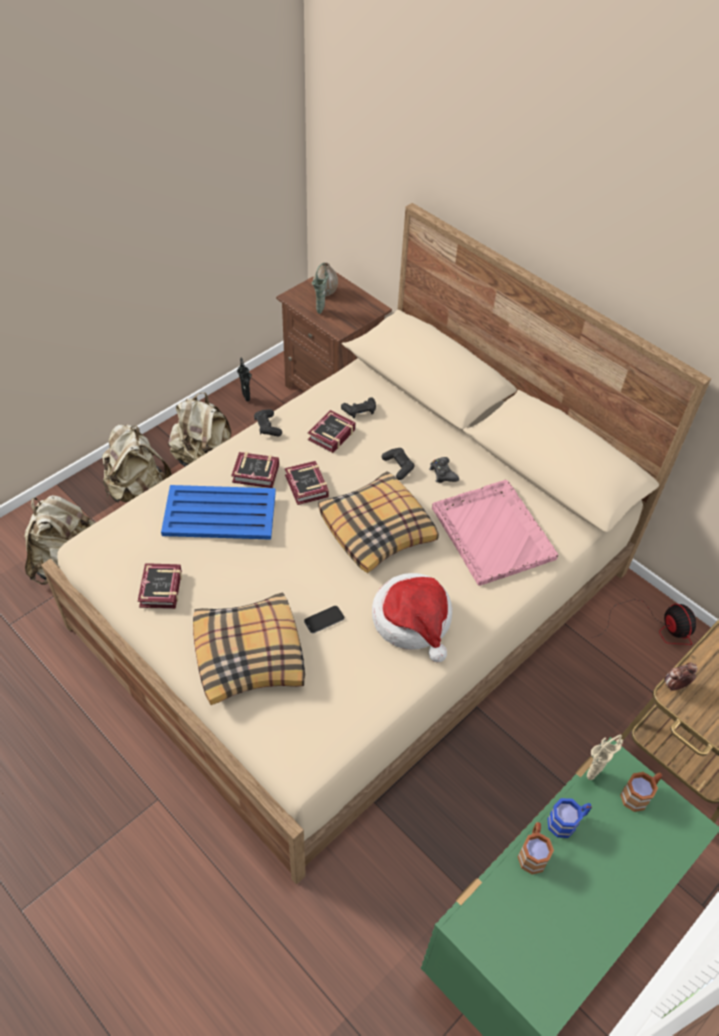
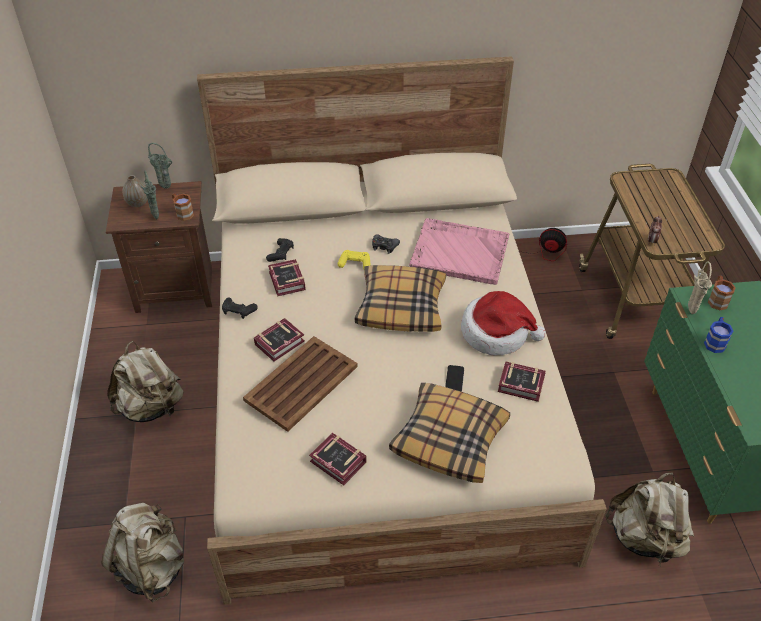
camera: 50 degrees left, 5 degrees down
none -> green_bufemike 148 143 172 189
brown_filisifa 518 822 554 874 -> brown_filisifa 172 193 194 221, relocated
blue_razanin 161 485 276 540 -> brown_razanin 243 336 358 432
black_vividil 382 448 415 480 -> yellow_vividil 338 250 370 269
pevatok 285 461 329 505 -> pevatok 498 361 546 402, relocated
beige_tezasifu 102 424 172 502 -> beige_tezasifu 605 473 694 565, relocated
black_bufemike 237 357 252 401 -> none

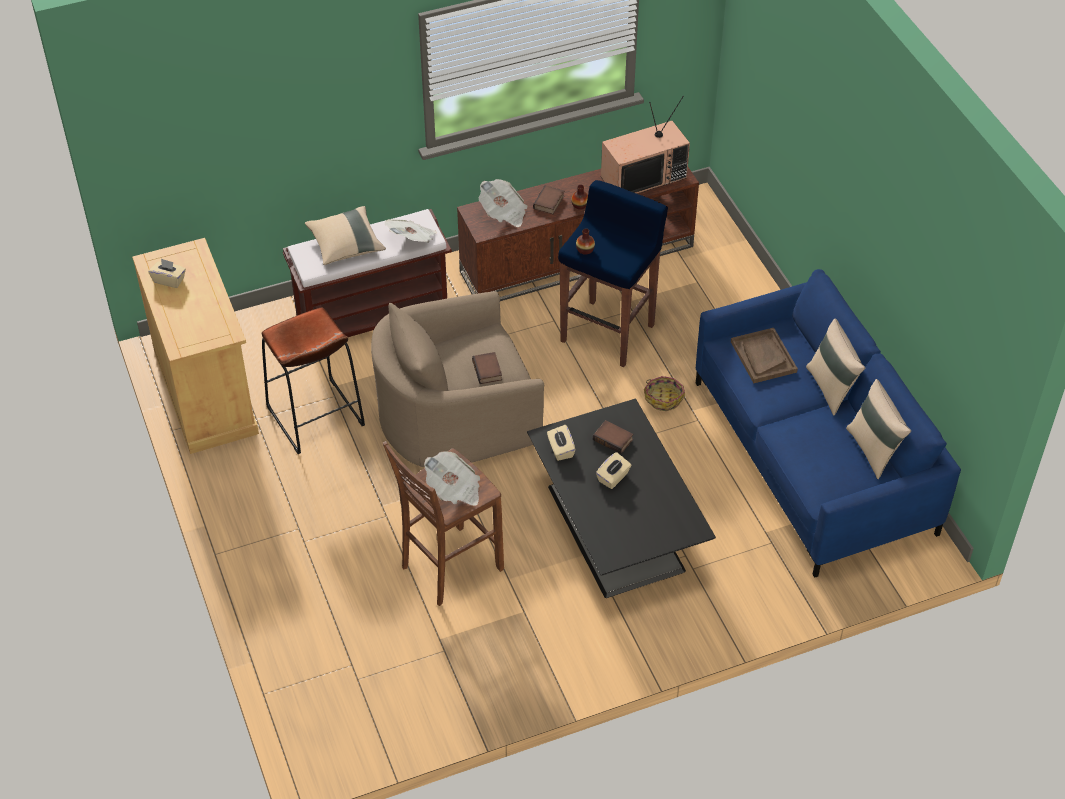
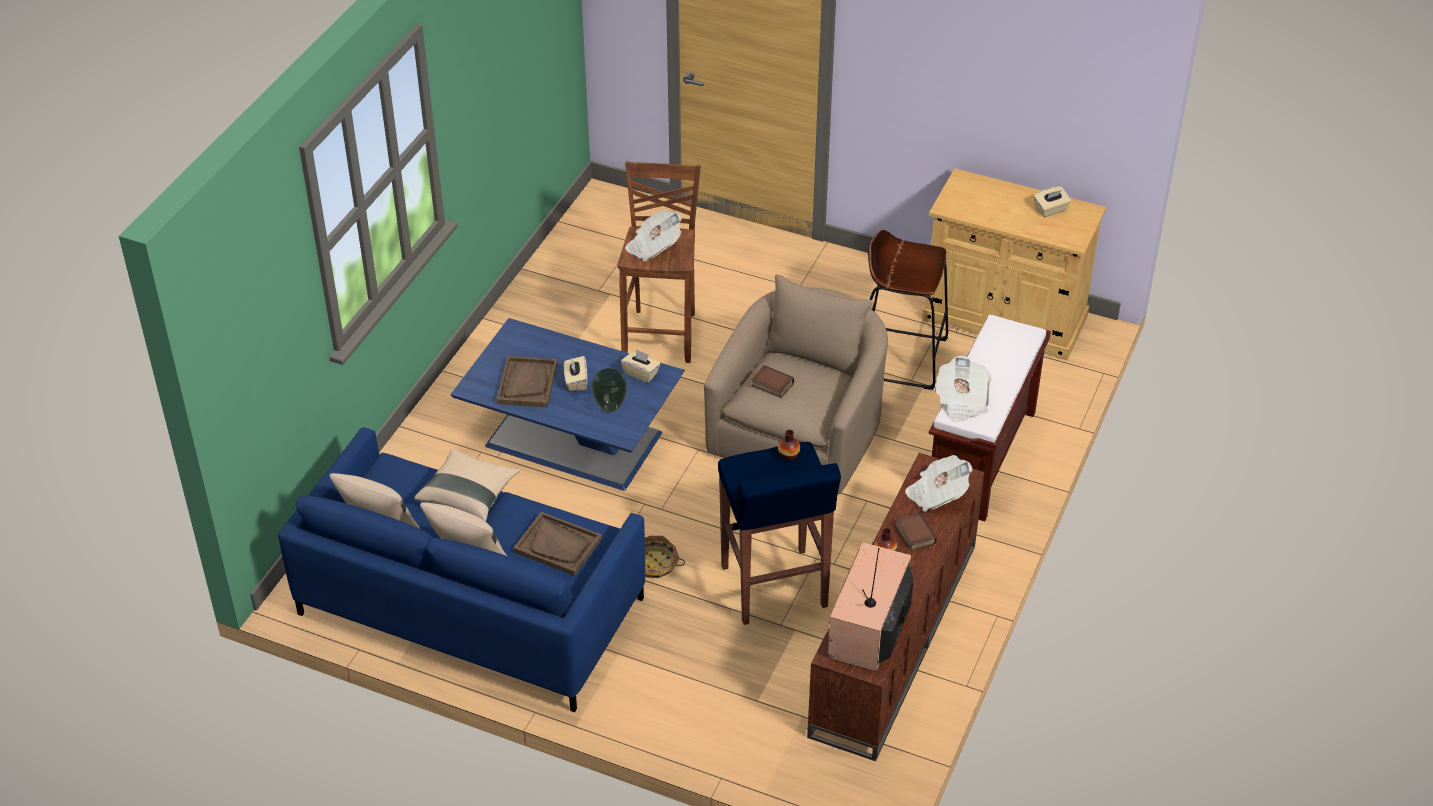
camera: 135 degrees right, 5 degrees down
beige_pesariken 305 206 386 265 -> beige_pesariken 414 448 520 521, relocated
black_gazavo 527 398 716 598 -> blue_gazavo 450 318 685 491
none -> brown_razanin 497 356 558 408
pevatok 593 420 634 454 -> bufemike 591 368 627 413

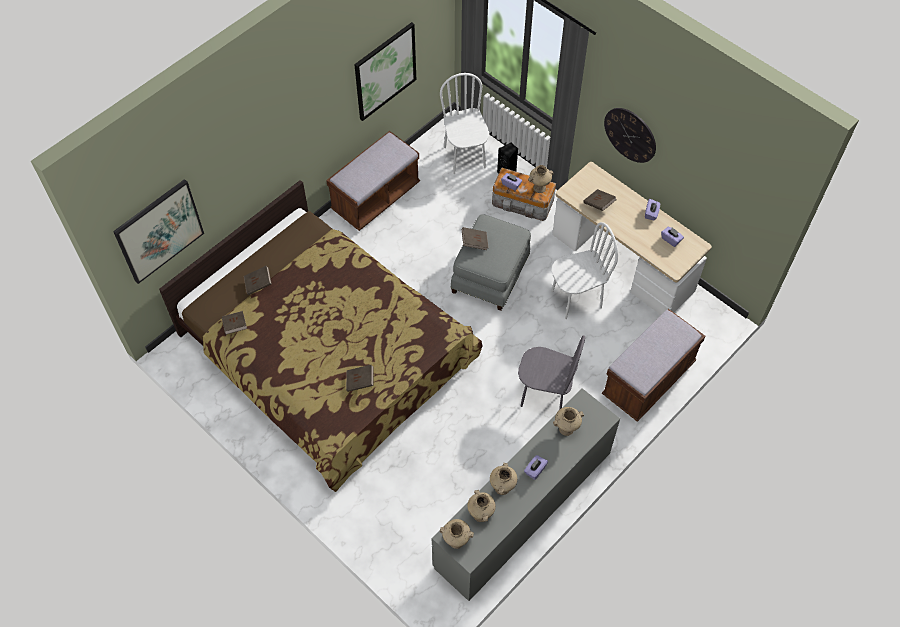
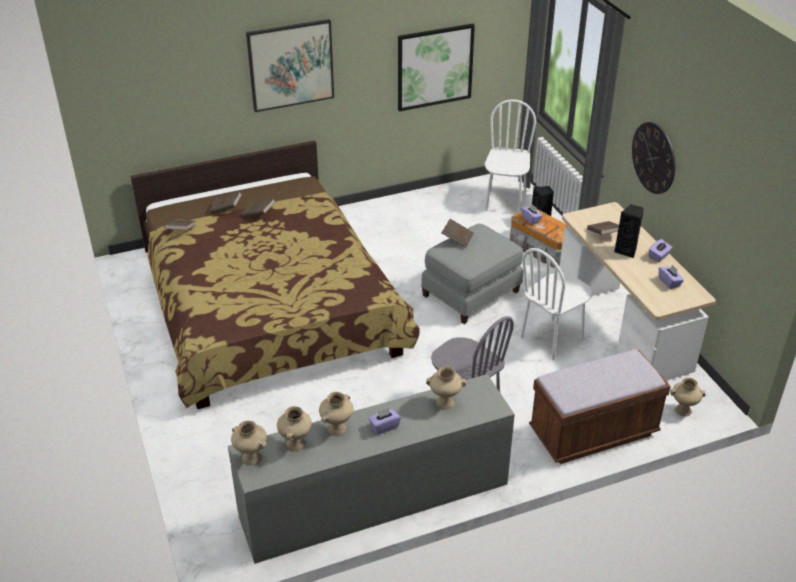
camera: 25 degrees right, 20 degrees down
brown_pevatok 346 364 373 392 -> brown_pevatok 242 198 275 217, relocated
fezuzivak 113 179 204 284 -> fezuzivak 246 19 334 112, relocated
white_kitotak 551 222 618 319 -> white_kitotak 521 248 592 360, 135 degrees clockwise
none -> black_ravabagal 614 204 644 258
beige_bufemike 528 165 554 193 -> beige_bufemike 670 378 706 416, relocated
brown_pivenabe 326 131 420 231 -> none

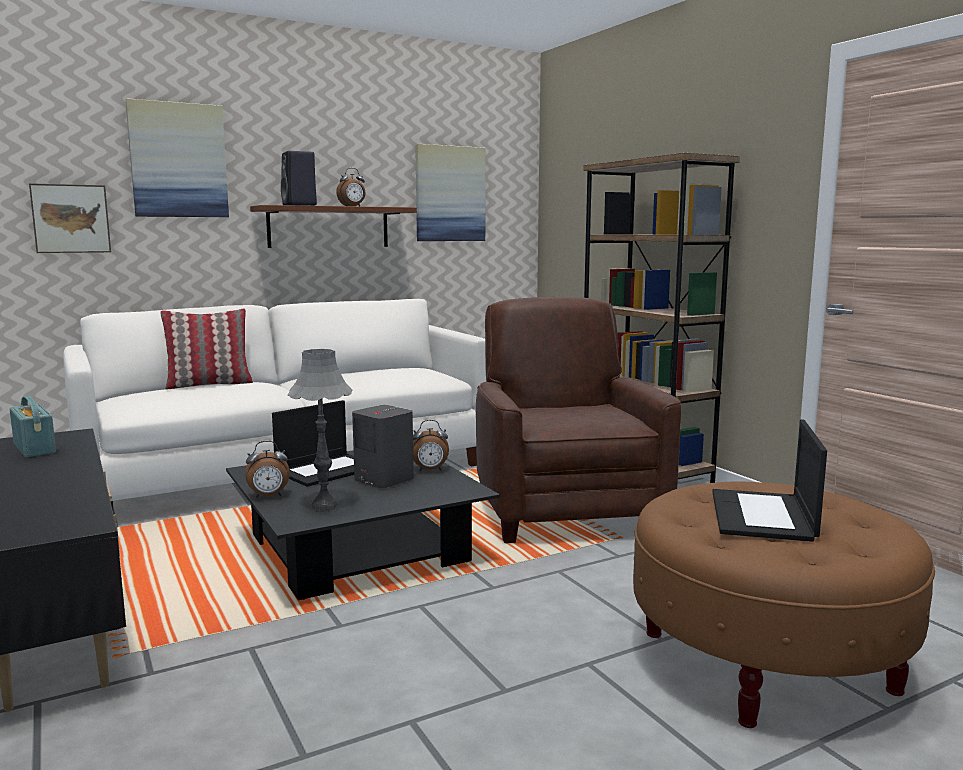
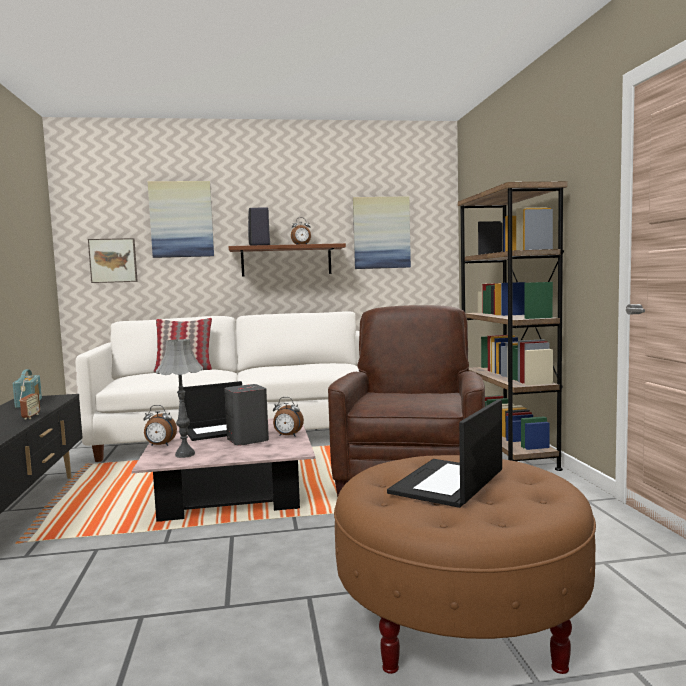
camera: 20 degrees right, 5 degrees down
none -> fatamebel 19 380 40 420
black_gazavo 226 450 500 600 -> pink_gazavo 132 418 315 522

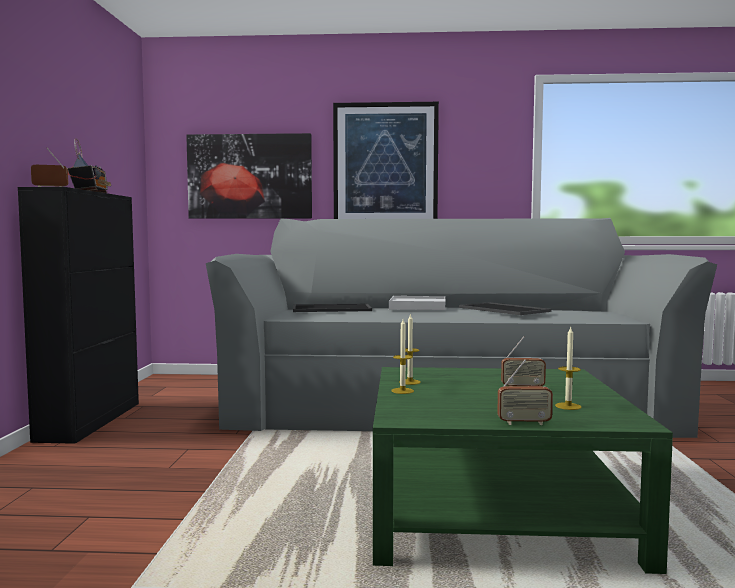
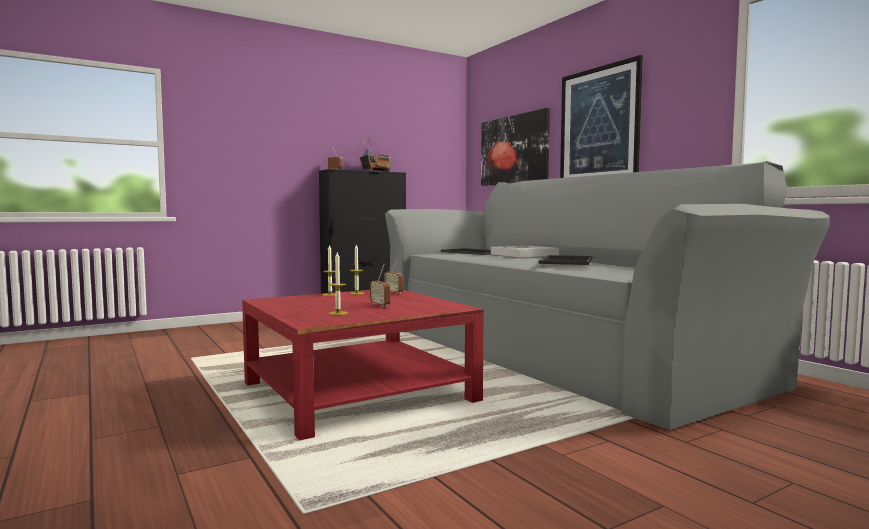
camera: 55 degrees right, 0 degrees up
green_gazavo 373 367 673 574 -> red_gazavo 242 290 484 440
fatamebel 497 359 553 425 -> fatamebel 384 258 404 294, relocated

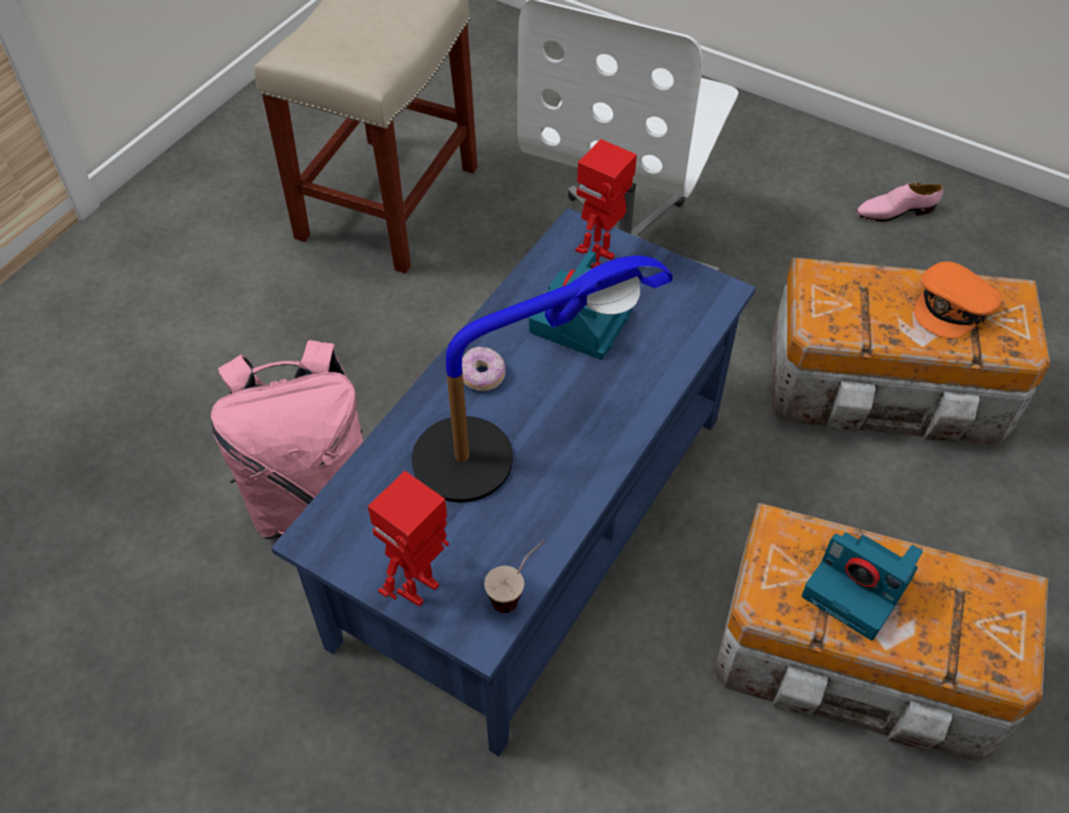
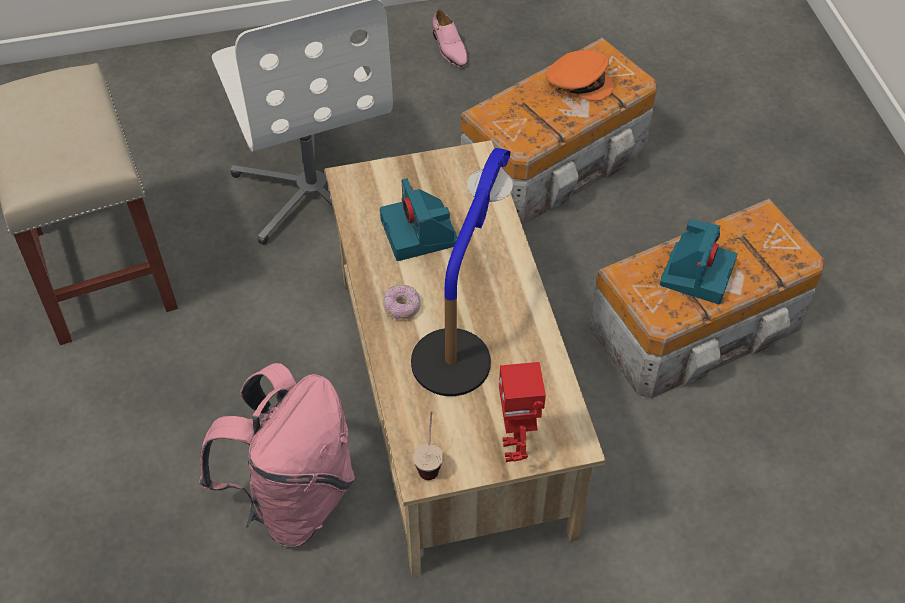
camera: 45 degrees left, 0 degrees up
blue_gazavo 271 208 756 756 -> beige_gazavo 325 140 605 577
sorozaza 484 539 545 613 -> sorozaza 413 411 443 480, relocated
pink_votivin 856 182 943 222 -> pink_votivin 433 9 468 67, 60 degrees counterclockwise
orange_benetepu 914 261 1001 338 -> orange_benetepu 546 50 614 101, 60 degrees counterclockwise
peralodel 802 533 923 641 -> peralodel 660 219 737 304, 60 degrees counterclockwise
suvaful 575 139 637 266 -> none

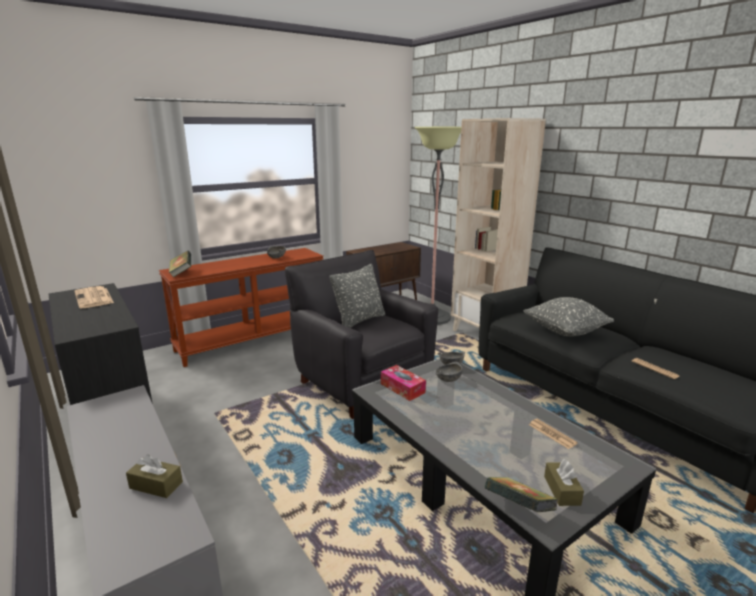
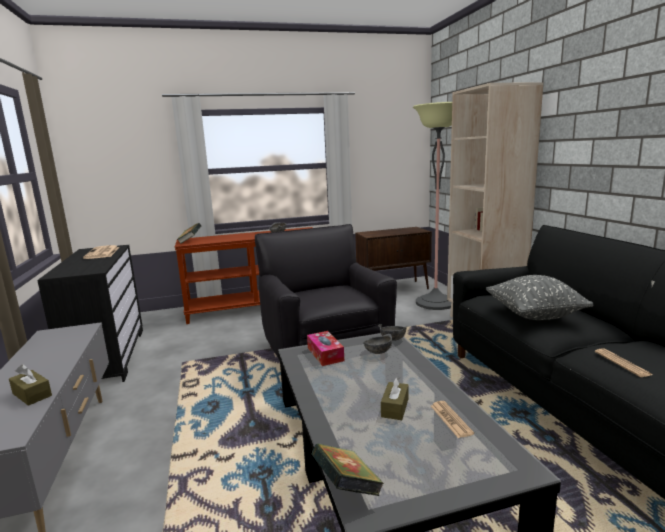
camera: 20 degrees right, 5 degrees down
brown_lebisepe 544 459 584 506 -> brown_lebisepe 381 377 409 420, relocated
grey_pesariken 329 264 385 328 -> none

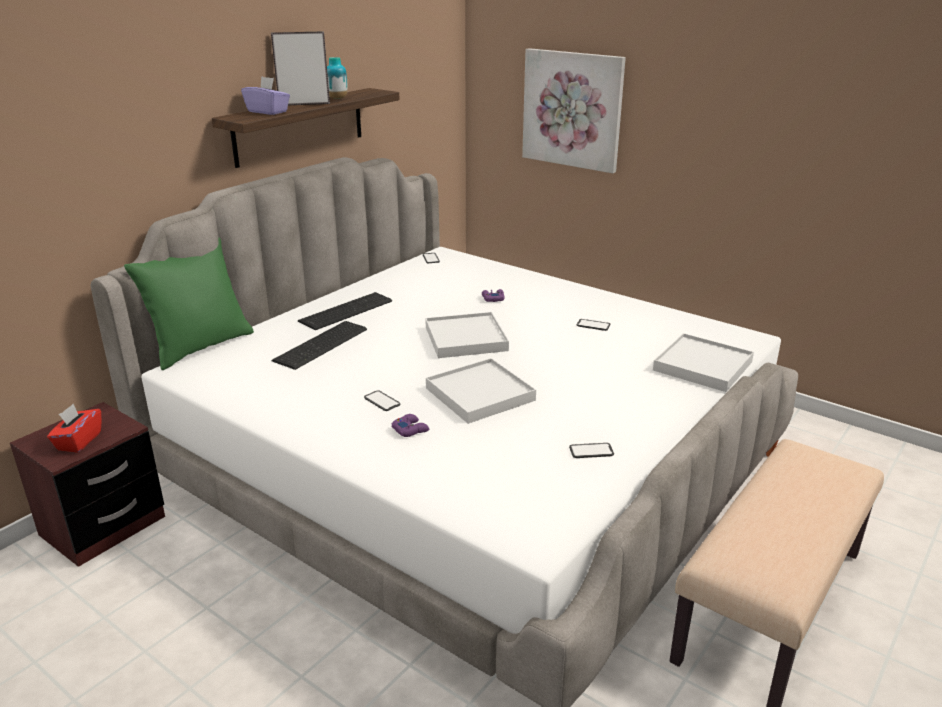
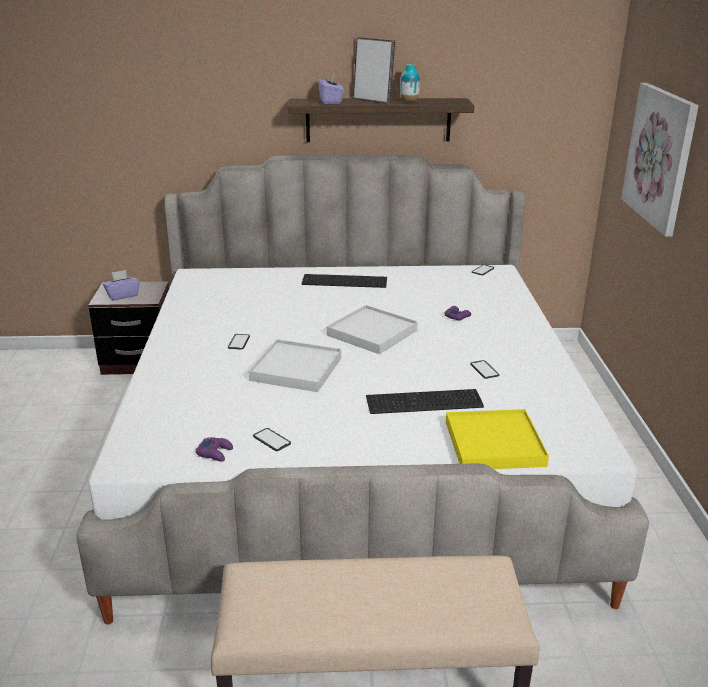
camera: 50 degrees right, 0 degrees up
red_lebisepe 47 404 101 453 -> purple_lebisepe 103 270 140 301
purple_vividil 391 414 429 437 -> purple_vividil 195 437 233 462, relocated
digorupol 271 321 367 370 -> digorupol 366 389 484 414, relocated
white_razanin 653 333 754 392 -> yellow_razanin 446 409 549 469
green_pesariken 124 238 254 370 -> none

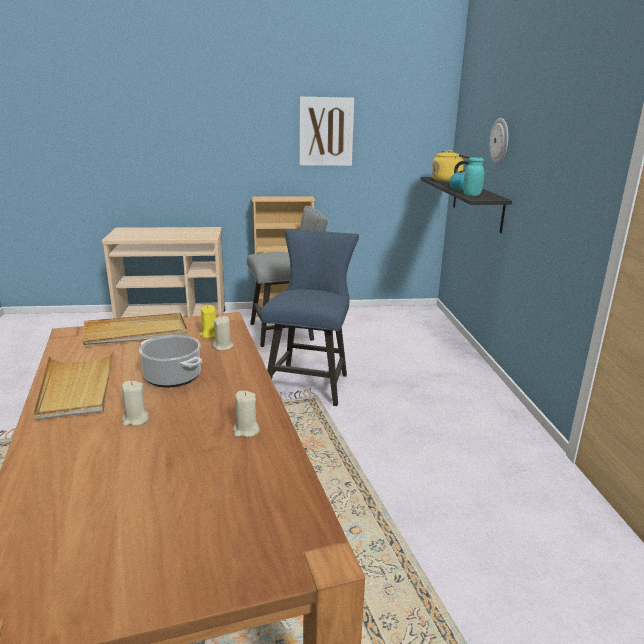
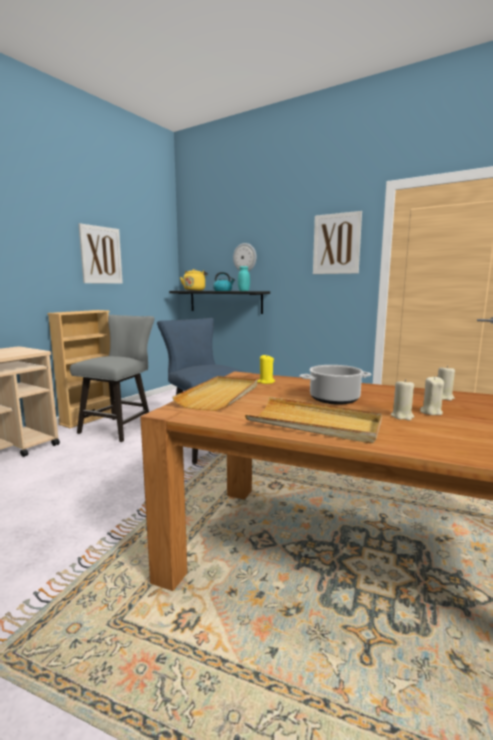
camera: 50 degrees left, 10 degrees down
none -> fezuzivak 313 211 362 274
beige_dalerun 213 316 234 350 -> beige_dalerun 420 377 444 415, relocated

